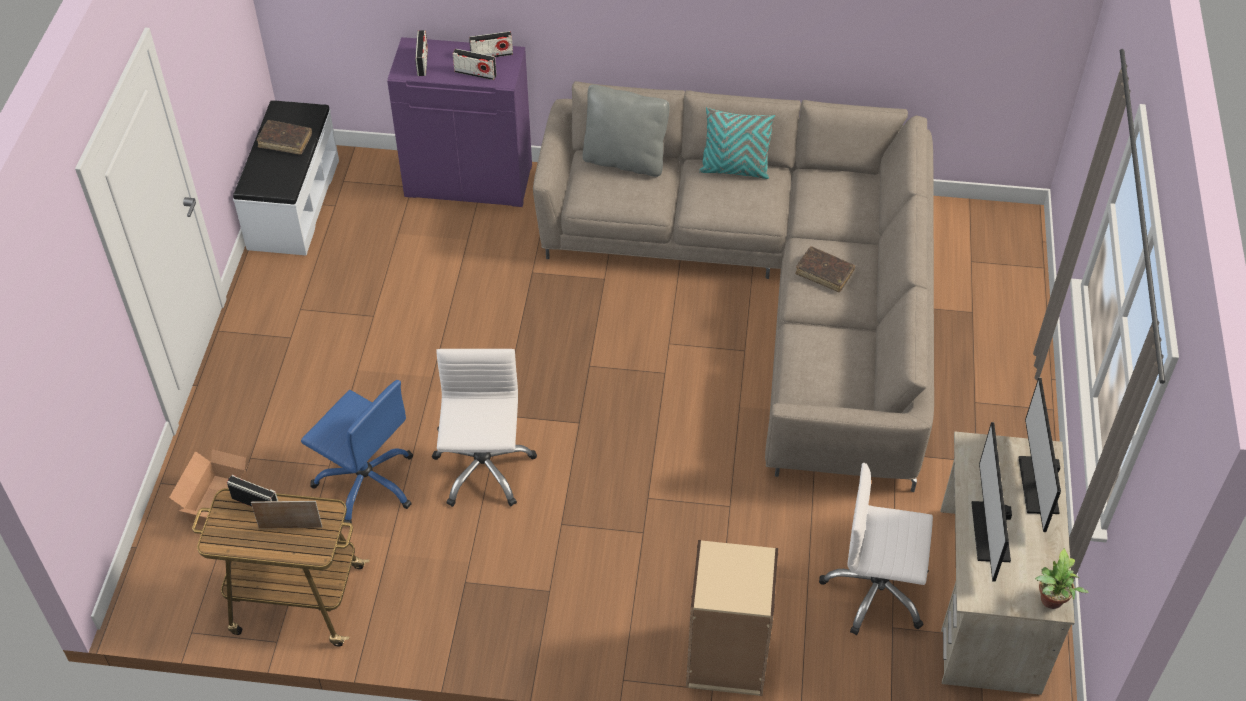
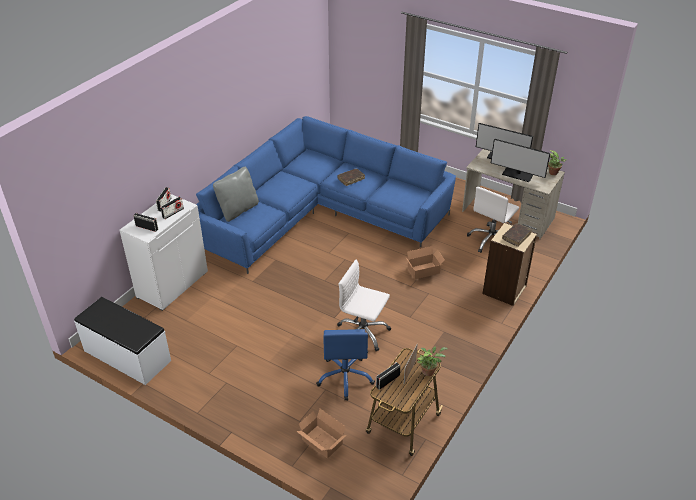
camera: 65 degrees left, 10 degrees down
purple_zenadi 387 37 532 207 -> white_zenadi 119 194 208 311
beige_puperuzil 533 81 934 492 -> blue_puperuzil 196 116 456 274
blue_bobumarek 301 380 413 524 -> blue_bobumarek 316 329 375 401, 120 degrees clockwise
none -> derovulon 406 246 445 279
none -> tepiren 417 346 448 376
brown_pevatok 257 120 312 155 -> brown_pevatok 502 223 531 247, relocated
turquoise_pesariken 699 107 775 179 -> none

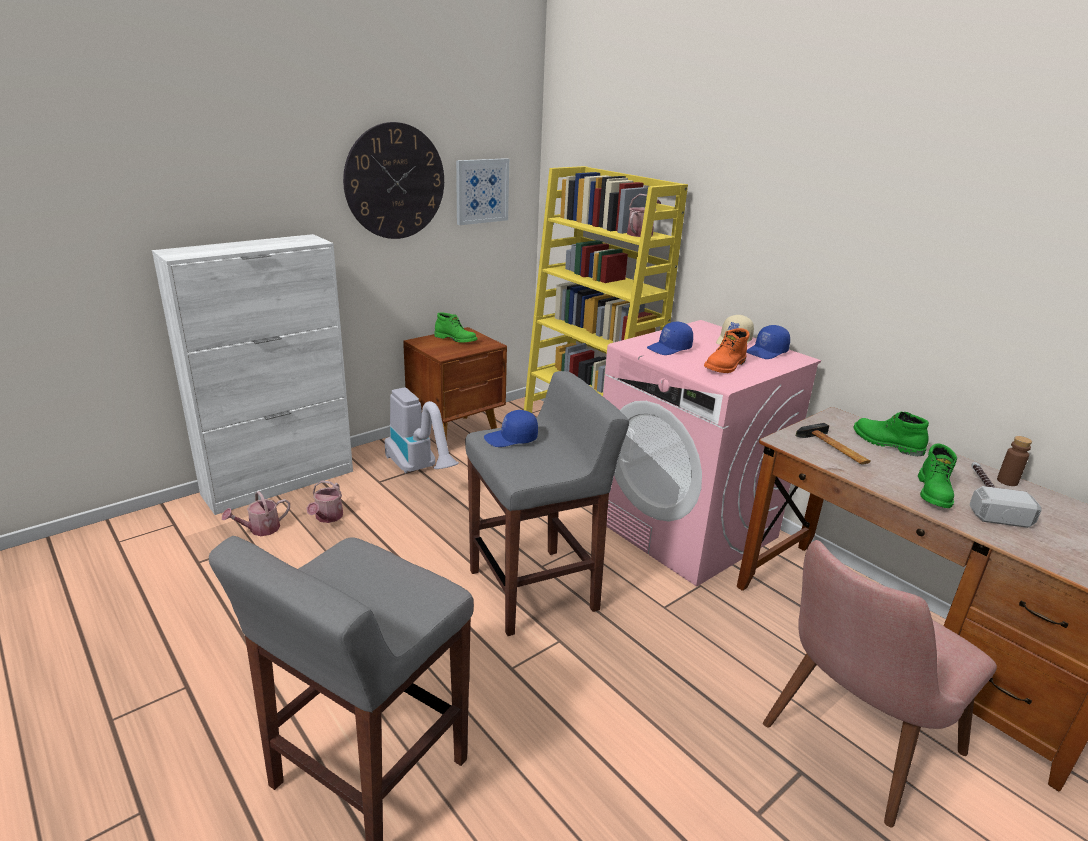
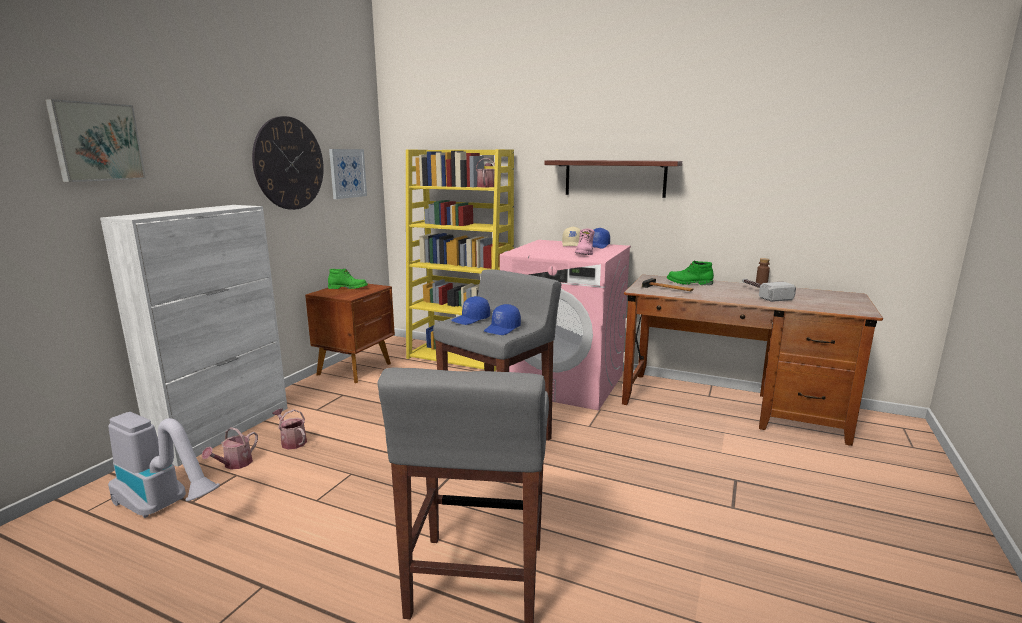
camera: 25 degrees left, 10 degrees down
none -> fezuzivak 45 99 146 182
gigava 385 388 459 473 -> gigava 108 412 220 518, relocated
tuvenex 307 481 343 523 -> tuvenex 273 408 307 450, 150 degrees clockwise
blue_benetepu 647 322 693 355 -> blue_benetepu 484 304 521 335, relocated
none -> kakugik 544 160 682 198
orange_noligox 704 328 750 373 -> pink_noligox 575 228 595 255
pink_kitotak 763 540 997 827 -> none
green_noligox 918 444 957 508 -> none

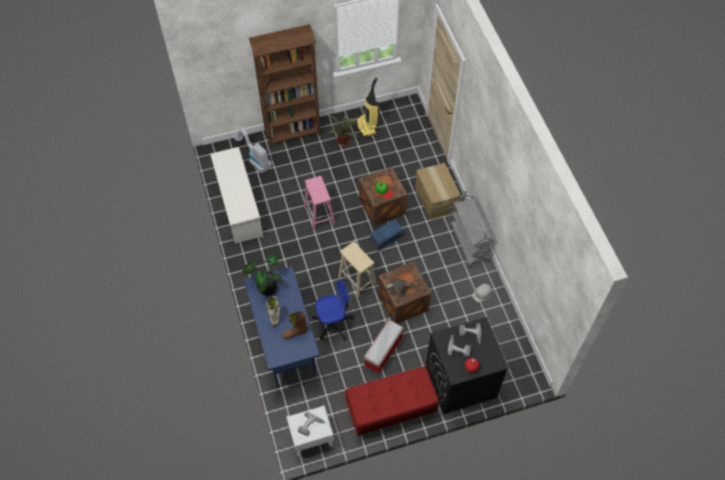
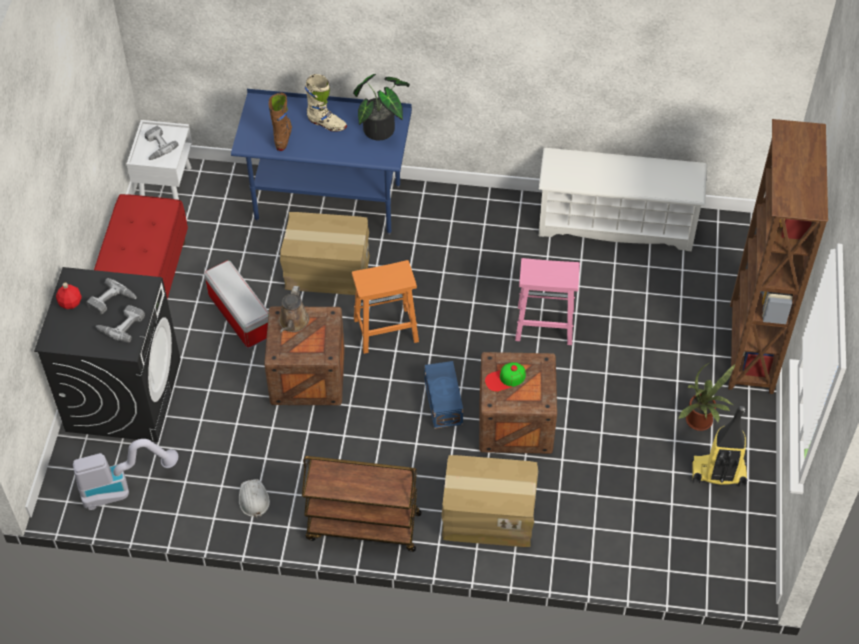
camera: 115 degrees right, 5 degrees down
gigava 234 128 272 173 -> gigava 73 439 178 510, relocated
bobumarek 312 279 354 341 -> derovulon 280 212 370 295
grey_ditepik 450 191 494 267 -> brown_ditepik 302 456 421 552
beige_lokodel 338 242 377 298 -> orange_lokodel 352 260 419 354

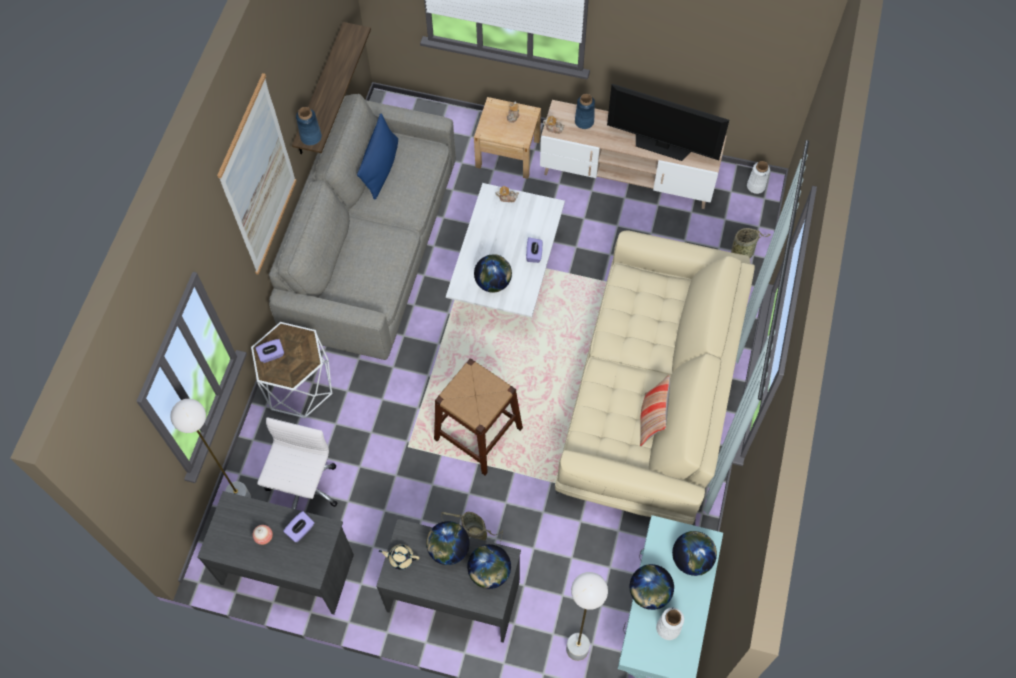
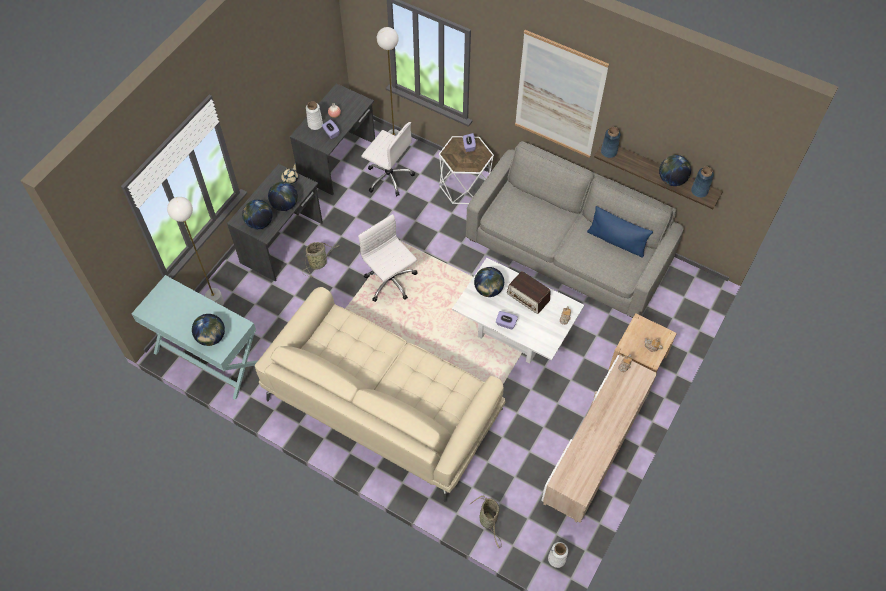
camera: 105 degrees right, 5 degrees down
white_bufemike 656 607 684 640 -> white_bufemike 306 101 323 130, relocated
brown_lokodel 434 358 523 475 -> white_bobumarek 358 214 418 302
none -> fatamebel 507 271 550 314
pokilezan 630 564 674 610 -> pokilezan 659 155 691 186, relocated
blue_bufemike 575 94 595 129 -> blue_bufemike 691 167 714 198, relocated
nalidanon 607 84 729 161 -> none
pesariken 640 374 670 446 -> none

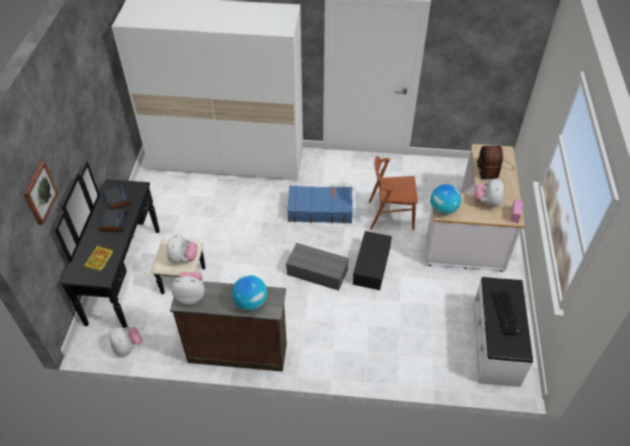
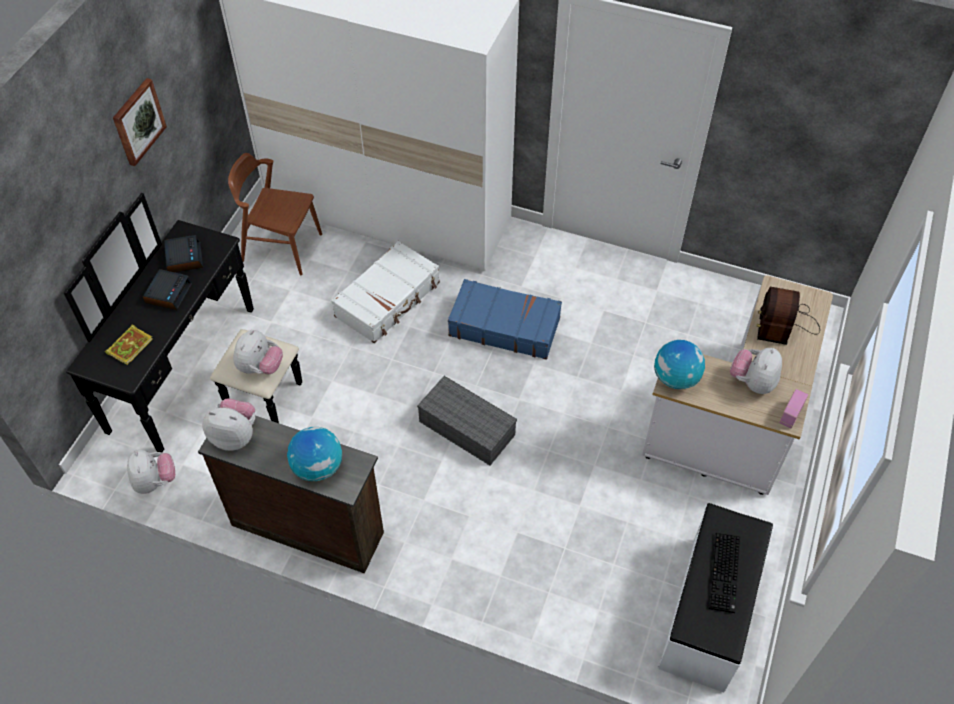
camera: 15 degrees right, 5 degrees up
fezuzivak 23 161 58 225 -> fezuzivak 113 78 167 166, relocated
brown_kitotak 369 156 418 230 -> brown_kitotak 228 153 322 275, relocated
none -> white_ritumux 331 241 440 343
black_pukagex 353 231 392 290 -> none

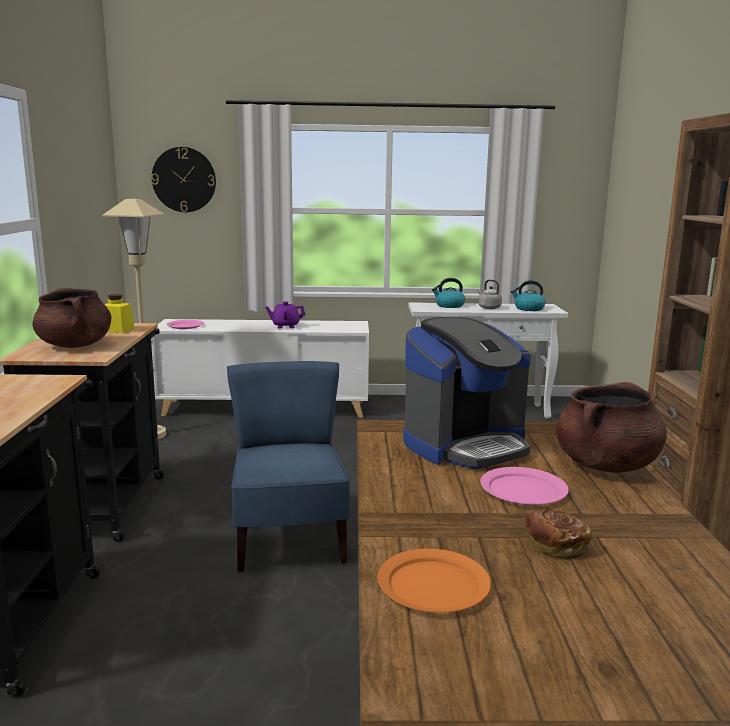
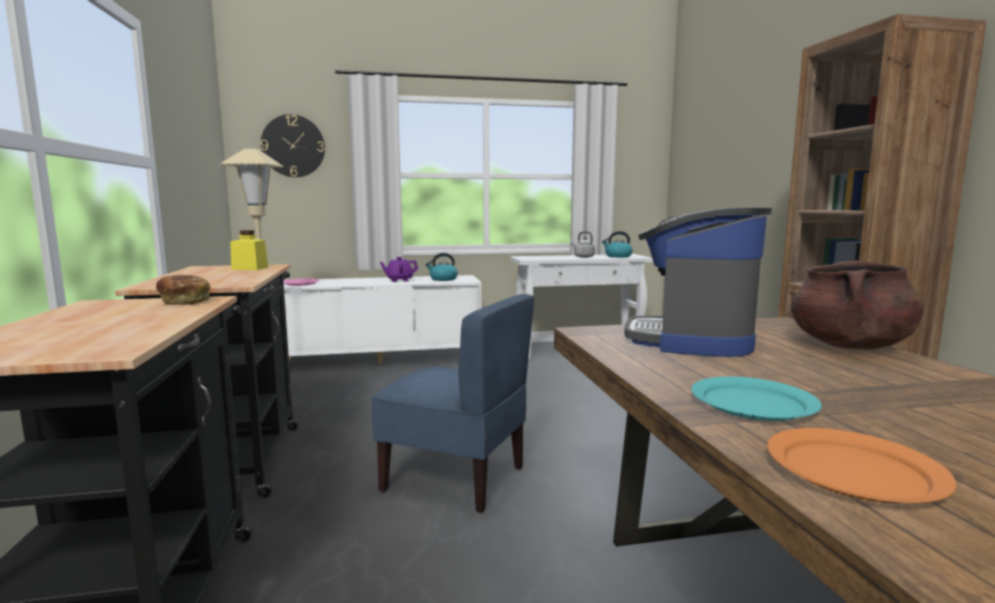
camera: 10 degrees left, 5 degrees down
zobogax 524 509 592 559 -> zobogax 156 275 210 305, relocated
blue_kitotak 227 361 350 572 -> blue_kitotak 371 294 534 513, 135 degrees clockwise
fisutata 432 278 465 308 -> fisutata 425 253 458 281, relocated
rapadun 403 317 531 469 -> rapadun 625 207 772 357, 150 degrees clockwise
none -> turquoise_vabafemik 691 377 822 421
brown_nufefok 32 288 111 348 -> none
pink_vabafemik 480 467 569 505 -> none

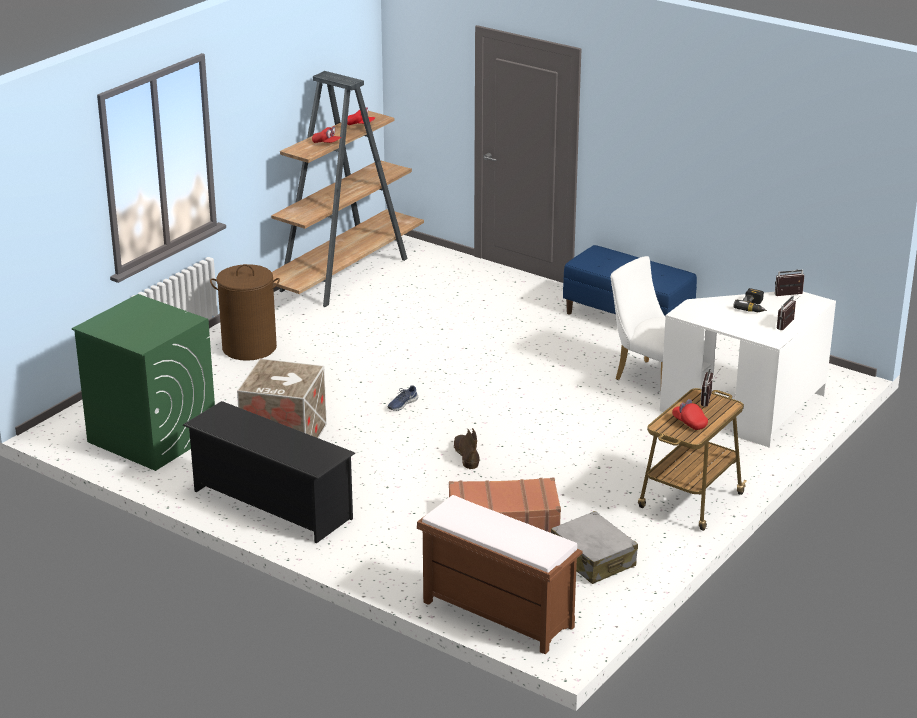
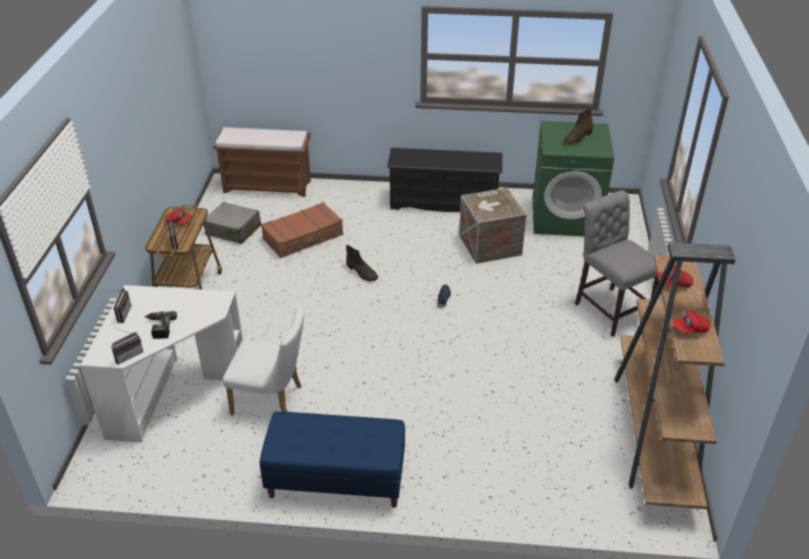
camera: 150 degrees right, 10 degrees up
none -> brown_noligox 564 108 593 144
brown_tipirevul 210 264 280 361 -> grey_kitotak 575 190 659 337

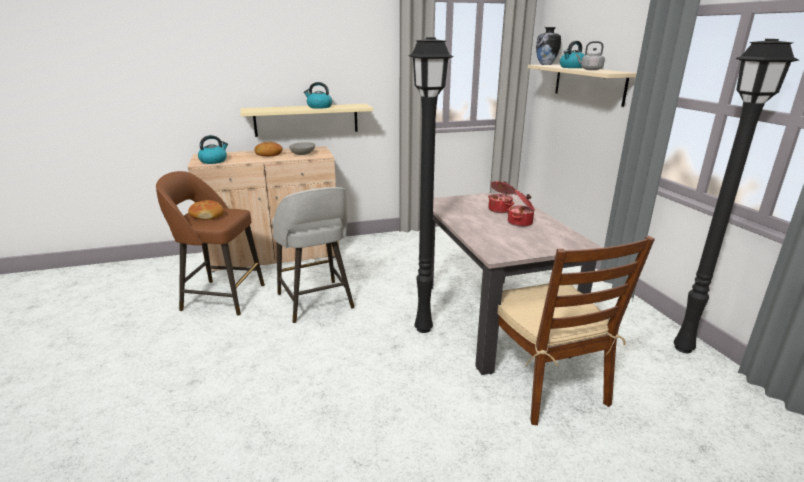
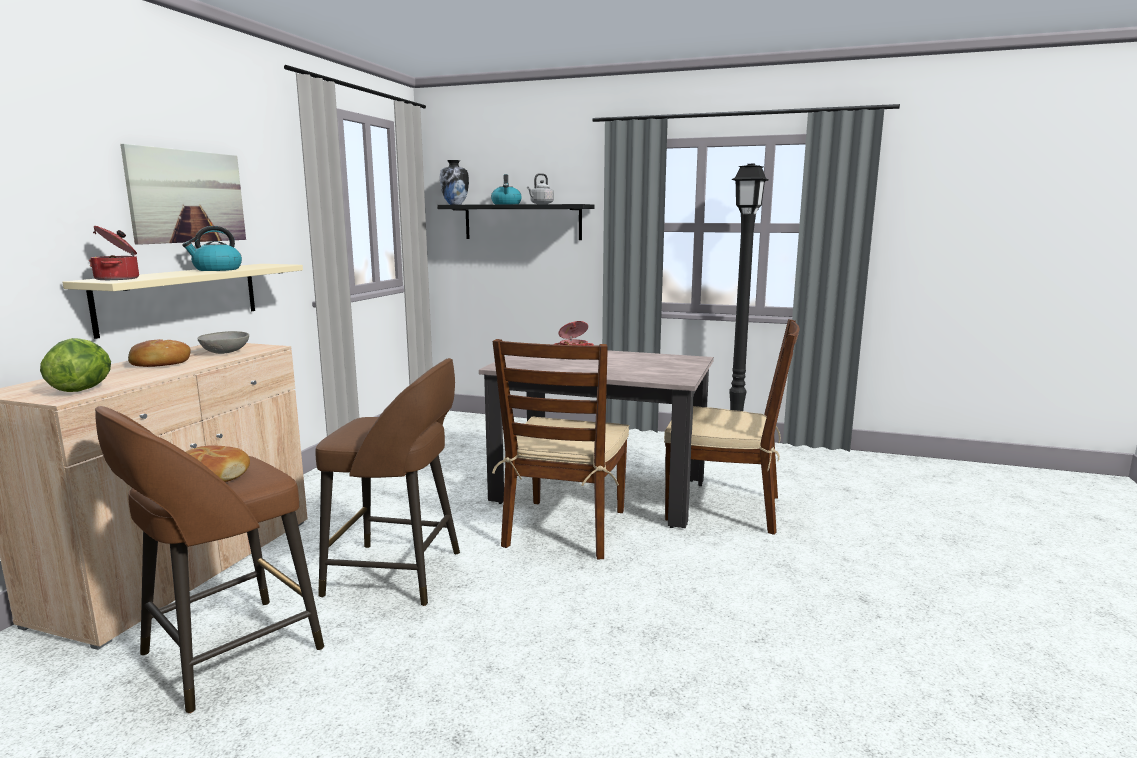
camera: 55 degrees left, 10 degrees down
fisutata 198 135 228 164 -> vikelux 40 338 111 392
nufefok 507 190 535 227 -> nufefok 89 226 139 280, relocated
none -> fezuzivak 120 144 246 245
grey_lokodel 272 187 355 323 -> brown_lokodel 315 358 460 606
beige_kakugik 528 64 637 107 -> black_kakugik 437 204 595 240
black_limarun 409 37 453 333 -> brown_kitotak 492 339 629 560

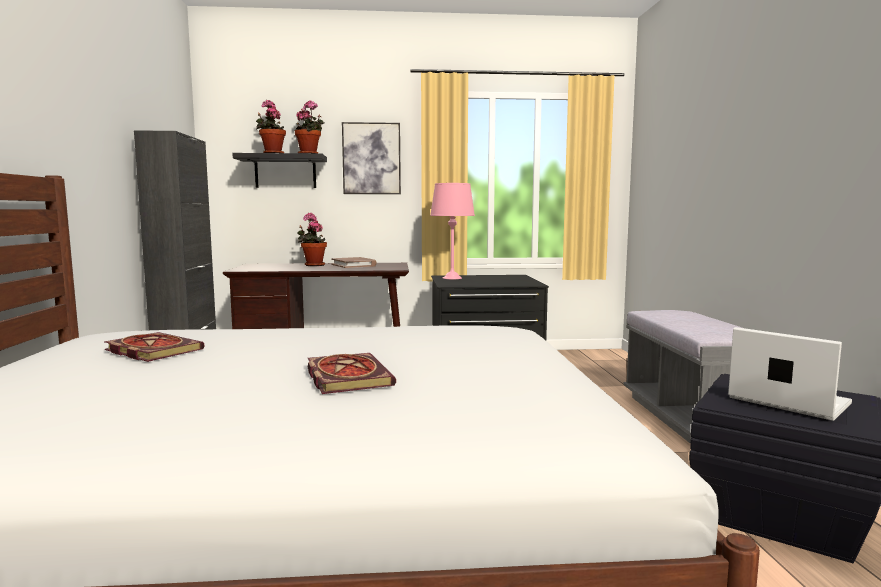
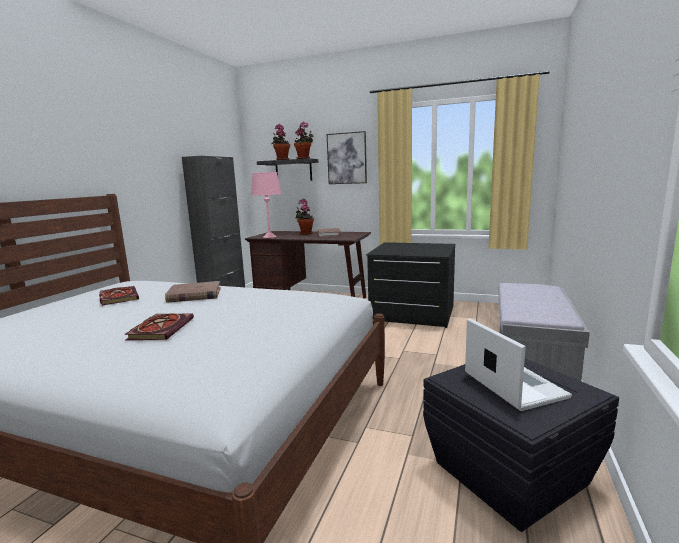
camera: 25 degrees right, 5 degrees up
none -> brown_pevatok 165 281 221 303
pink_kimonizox 430 183 475 279 -> pink_kimonizox 251 172 282 238, relocated

